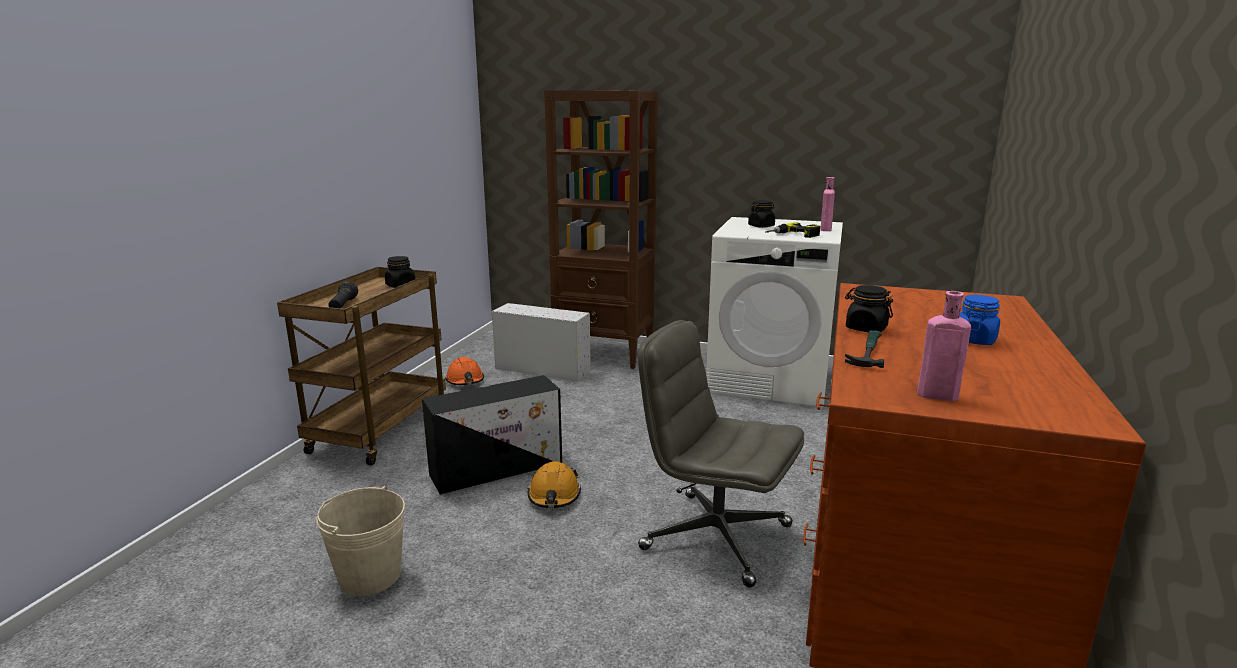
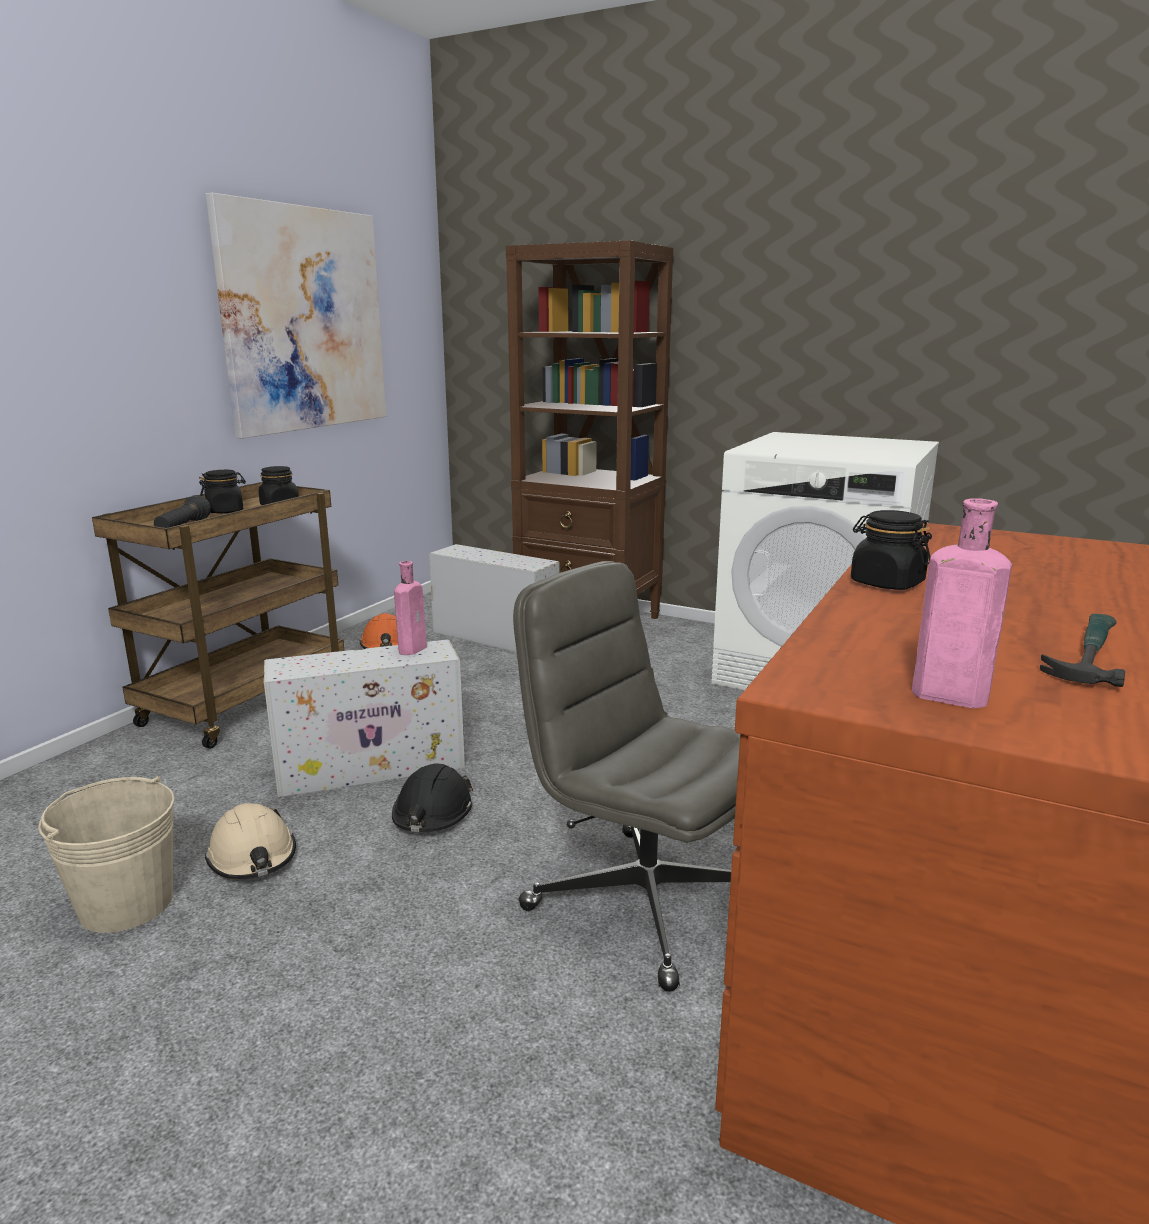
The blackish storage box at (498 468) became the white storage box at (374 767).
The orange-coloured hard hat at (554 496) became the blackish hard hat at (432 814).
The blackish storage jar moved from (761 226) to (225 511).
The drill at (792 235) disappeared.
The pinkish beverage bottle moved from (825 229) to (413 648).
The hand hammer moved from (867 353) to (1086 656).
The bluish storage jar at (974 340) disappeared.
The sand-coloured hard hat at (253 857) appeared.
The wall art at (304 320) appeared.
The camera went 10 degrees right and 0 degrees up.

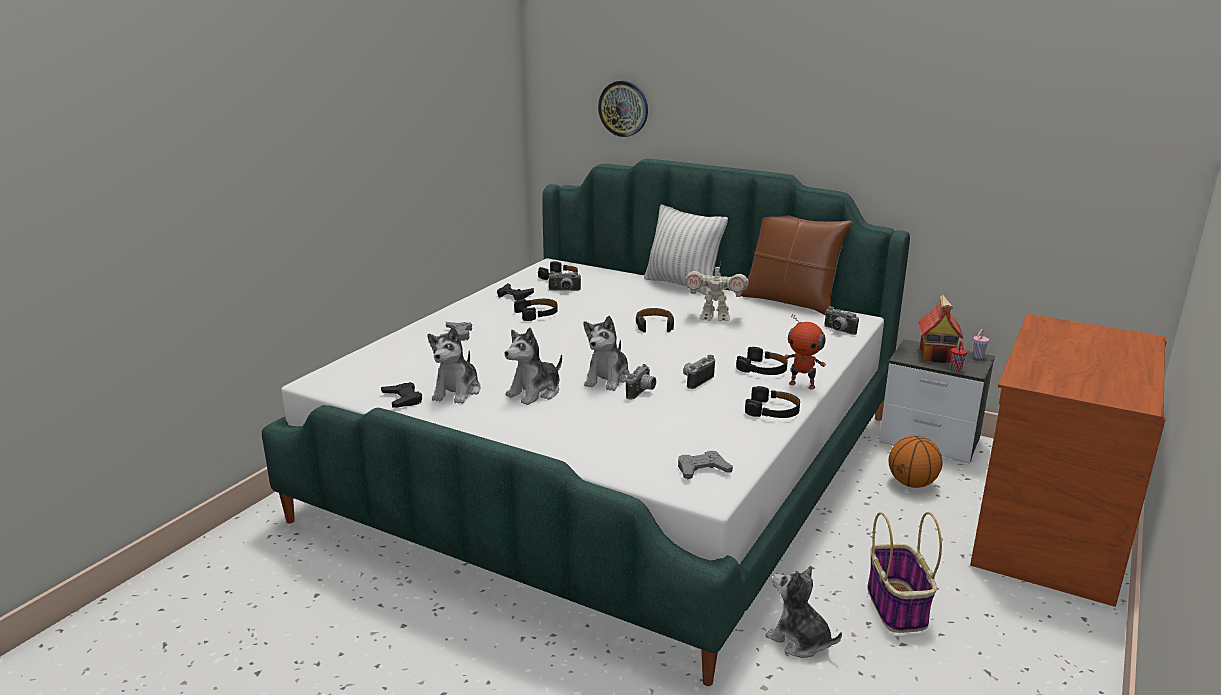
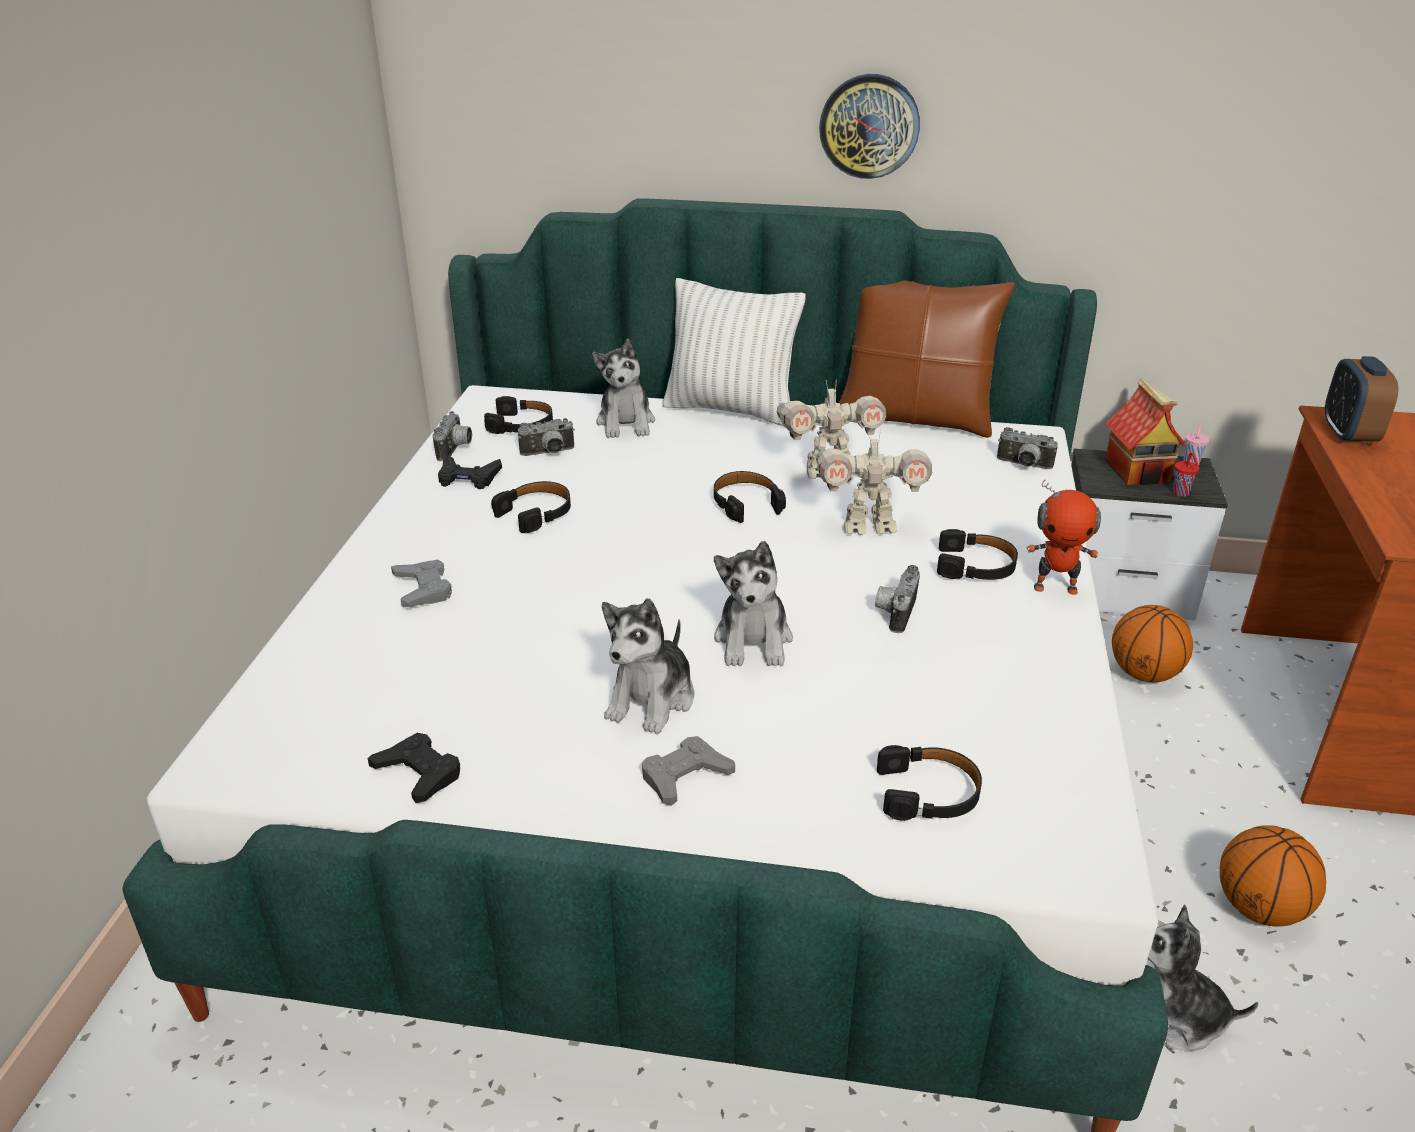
The plush toy moved from (457 391) to (626 423).
The hanging clock moved from (623 108) to (869 126).
The photo camera moved from (642 392) to (456 449).
The greyish joypad moved from (702 470) to (685 776).
The blackish headphones moved from (773 411) to (928 793).
The household basket at (897 607) was replaced by the basketball at (1260 909).
The toy robot at (868 526) appeared.
The bedside clock at (1348 434) appeared.
The camera went 20 degrees left and 10 degrees up.

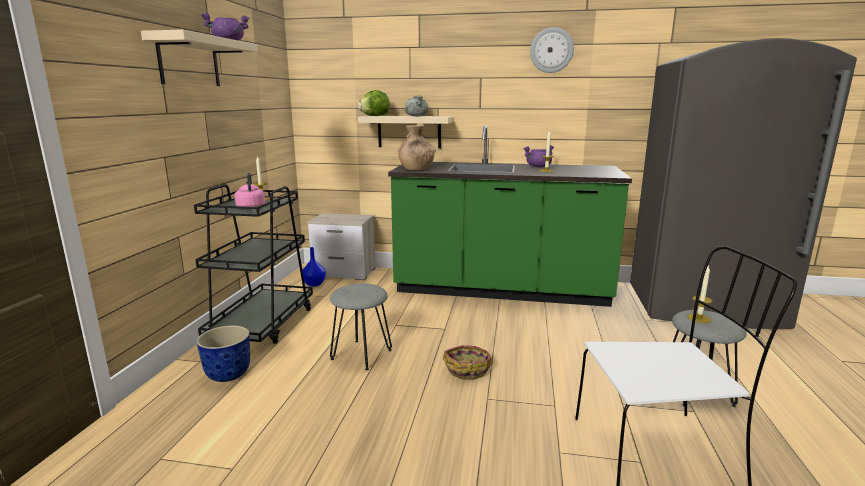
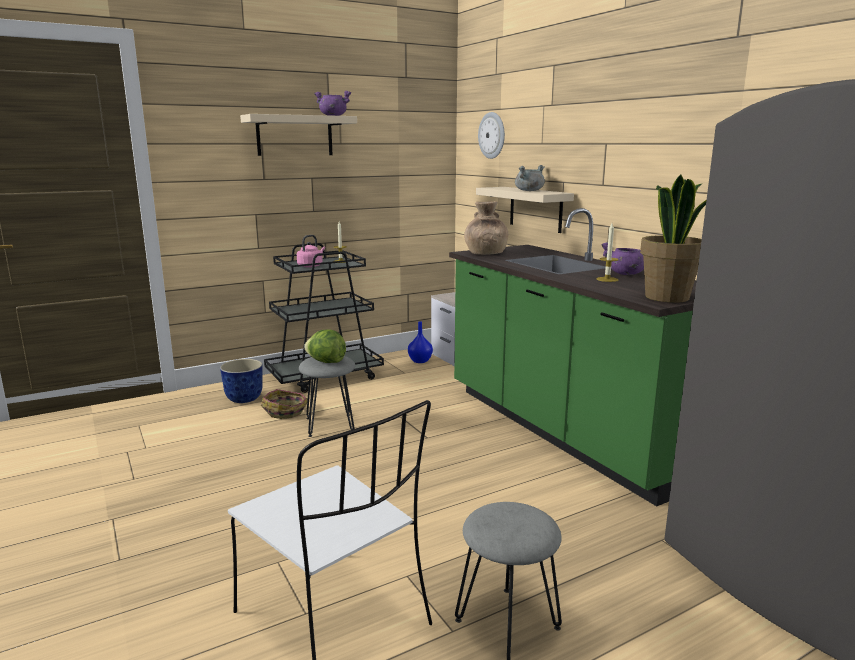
The head of lettuce moved from (374 116) to (326 362).
The household basket moved from (467 369) to (286 411).
The hanging clock moved from (551 50) to (492 135).
The wax light at (699 318) disappeared.
The houseplant at (668 297) appeared.
The camera went 50 degrees right and 0 degrees up.

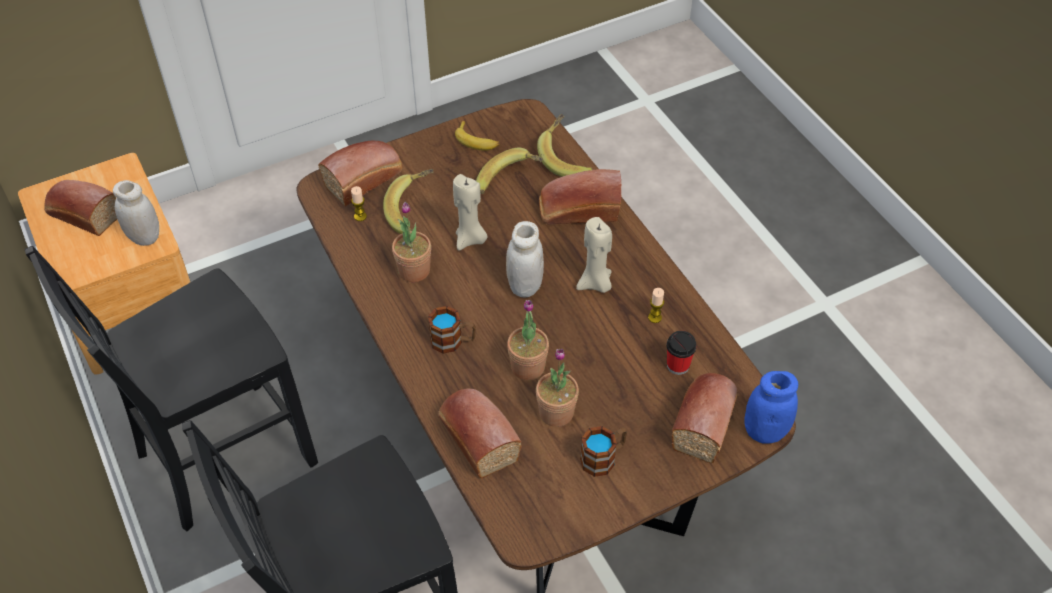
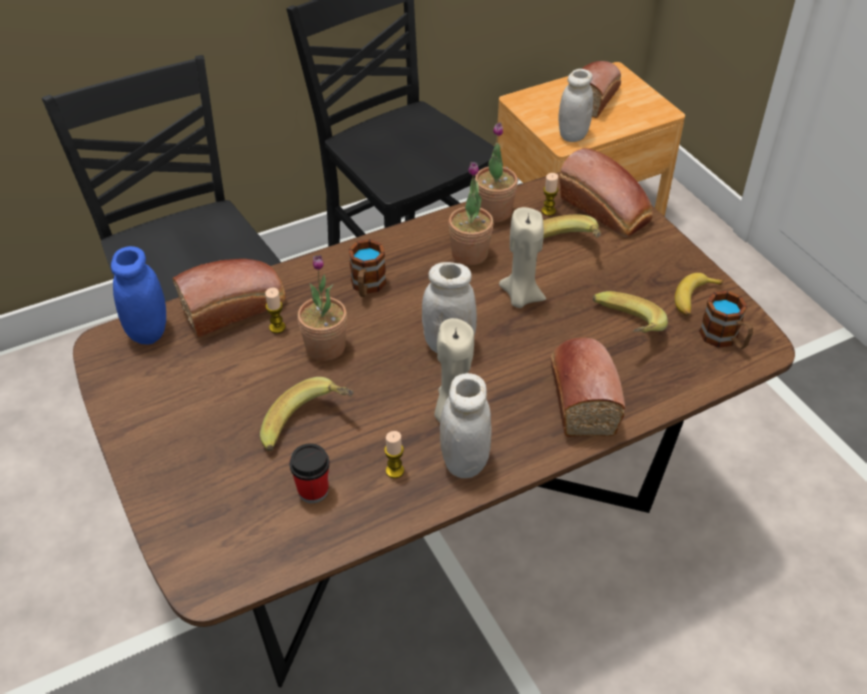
The houseplant moved from (556 412) to (494 212).
The whole banana moved from (566 159) to (309 428).
The coffee mug moved from (603 458) to (724 339).
The bread at (704 422) disappeared.
The bluish storage jar moved from (764 431) to (148 331).
The wax light at (277 327) appeared.
The white storage jar at (464 461) appeared.
The camera went 90 degrees right and 5 degrees down.

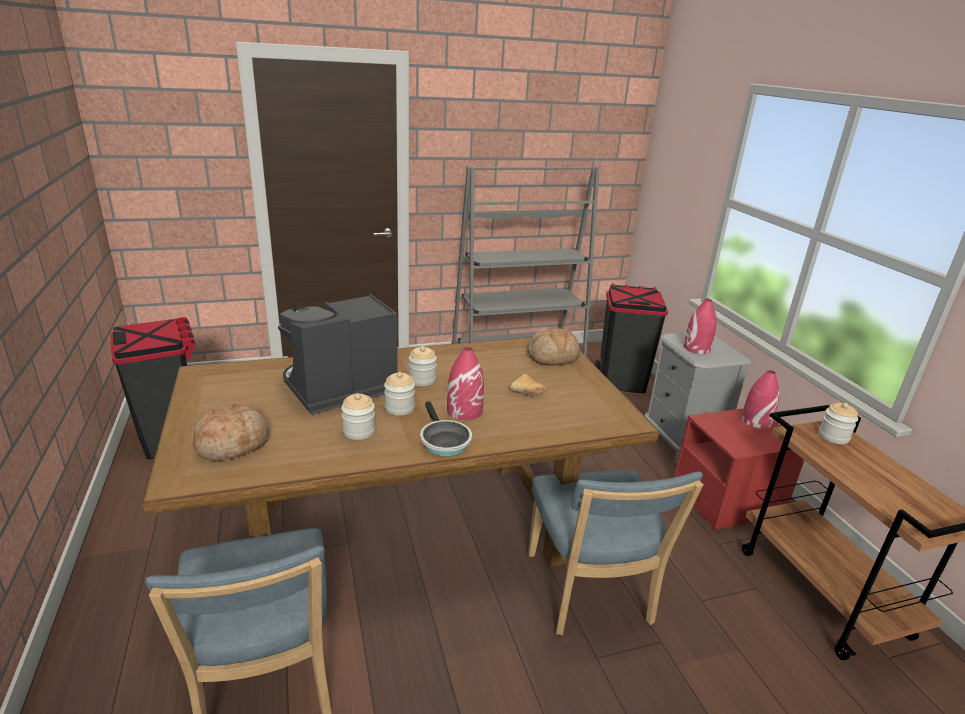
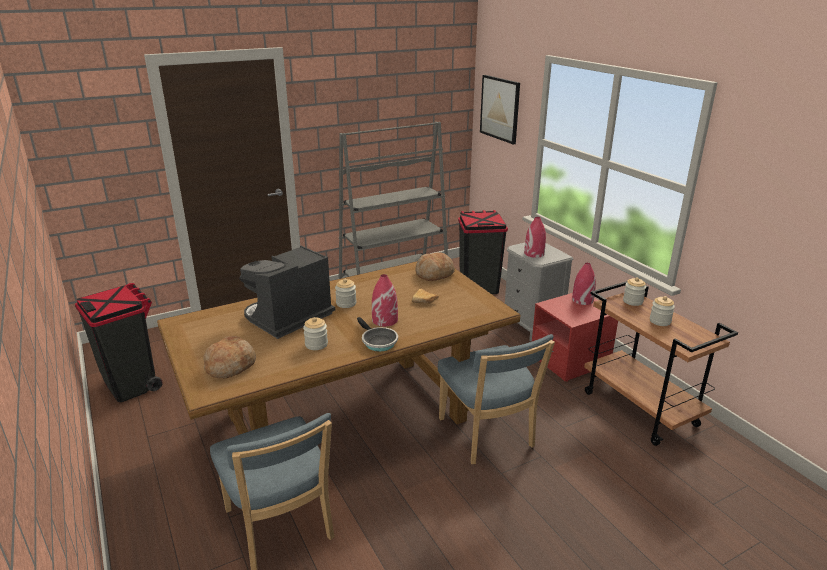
The storage jar moved from (399 408) to (660 321).
The wall art at (500 108) appeared.
The camera went 10 degrees left and 0 degrees up.

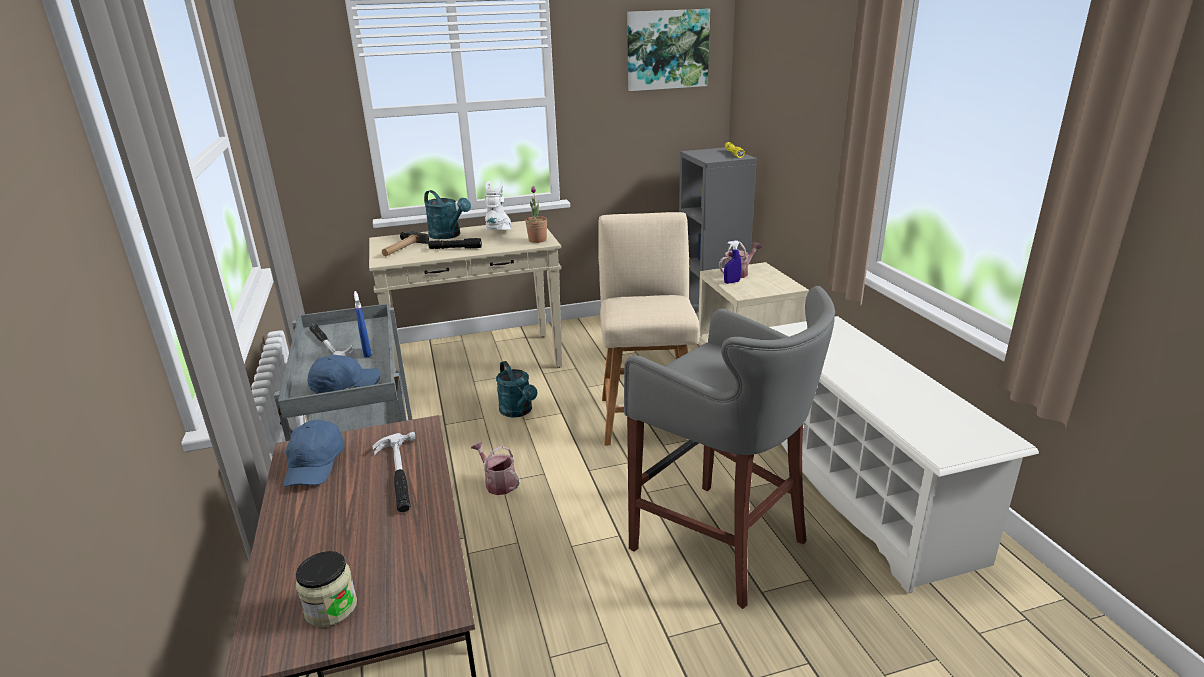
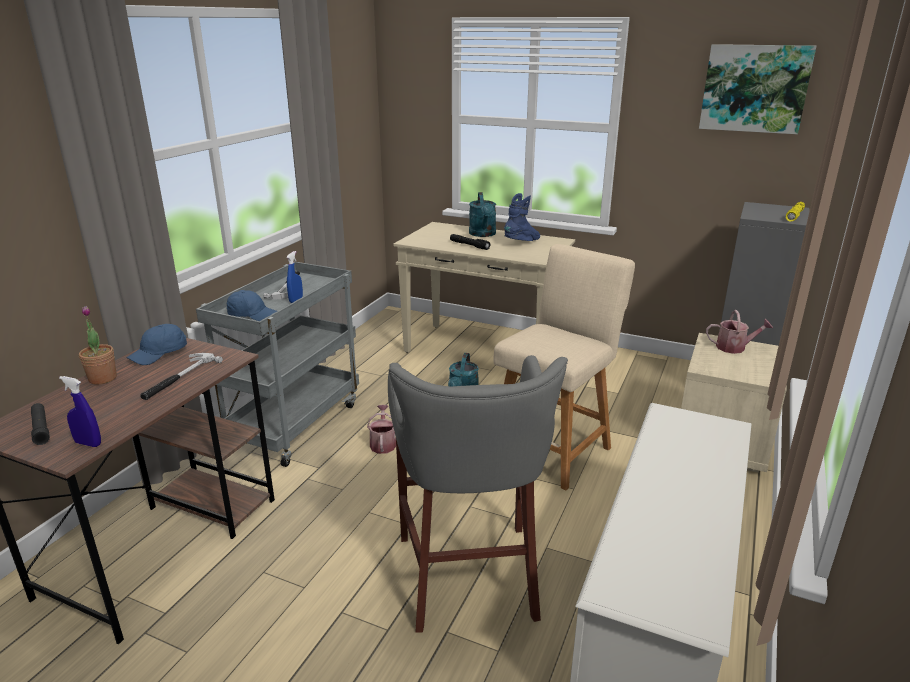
The storage jar at (331 608) was replaced by the blackish hand torch at (41 428).
The hand hammer at (403 248) disappeared.
The white tall boot at (500 233) became the bluish tall boot at (522 242).
The houseplant moved from (537 240) to (103 378).
The bluish hand sprayer moved from (732 282) to (88 443).
The camera went 40 degrees right and 0 degrees up.

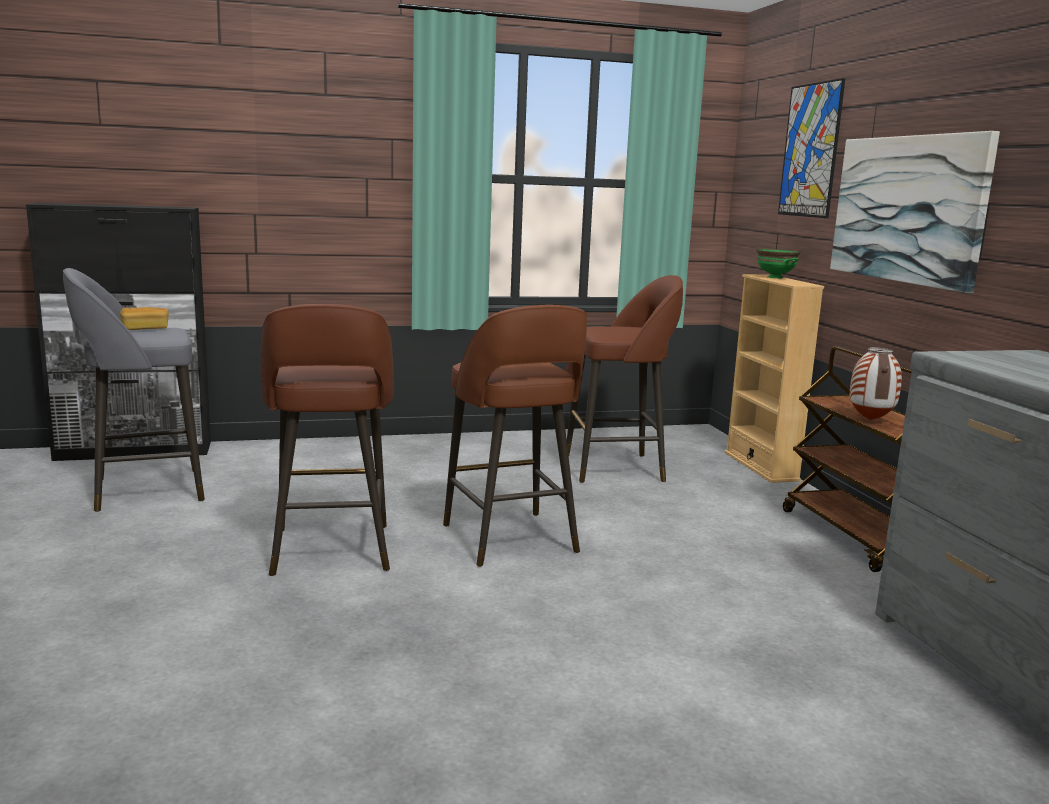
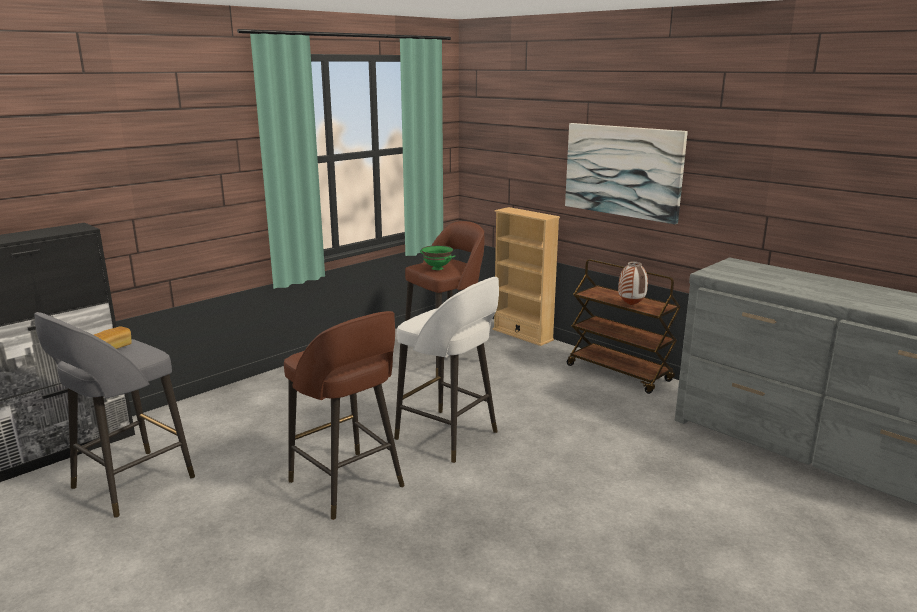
The brown-coloured stool seat at (511 540) became the white stool seat at (449 436).
The greenish deep dish moved from (775 277) to (437 268).
The wall art at (810 150) disappeared.
The camera went 30 degrees left and 5 degrees up.

